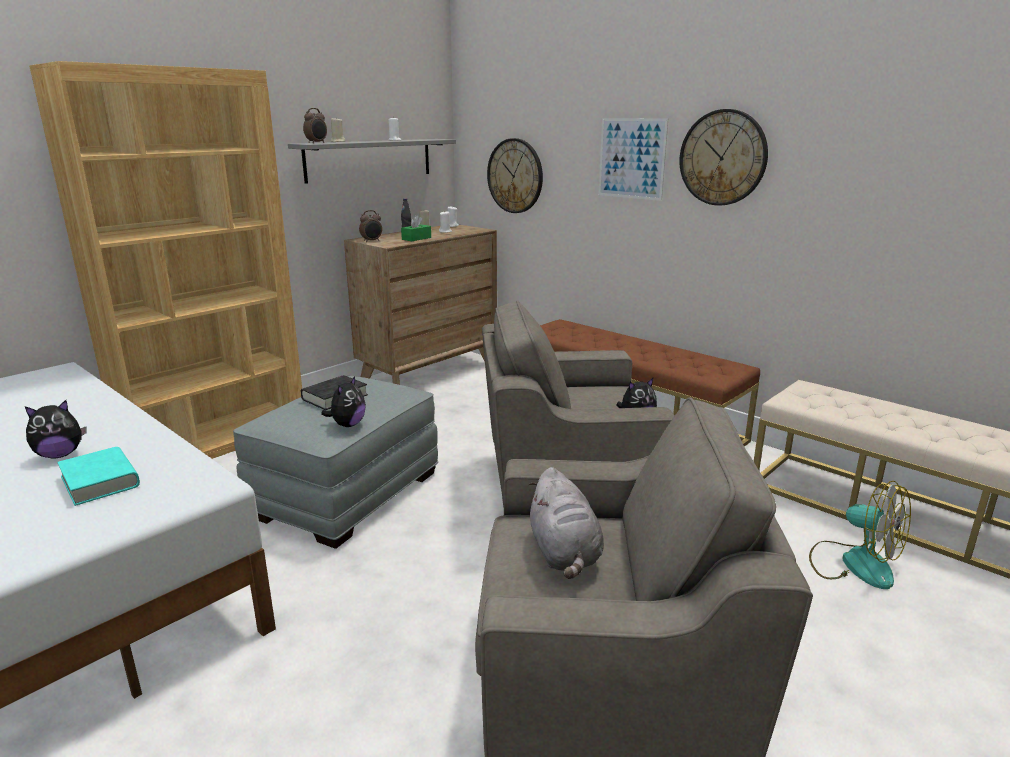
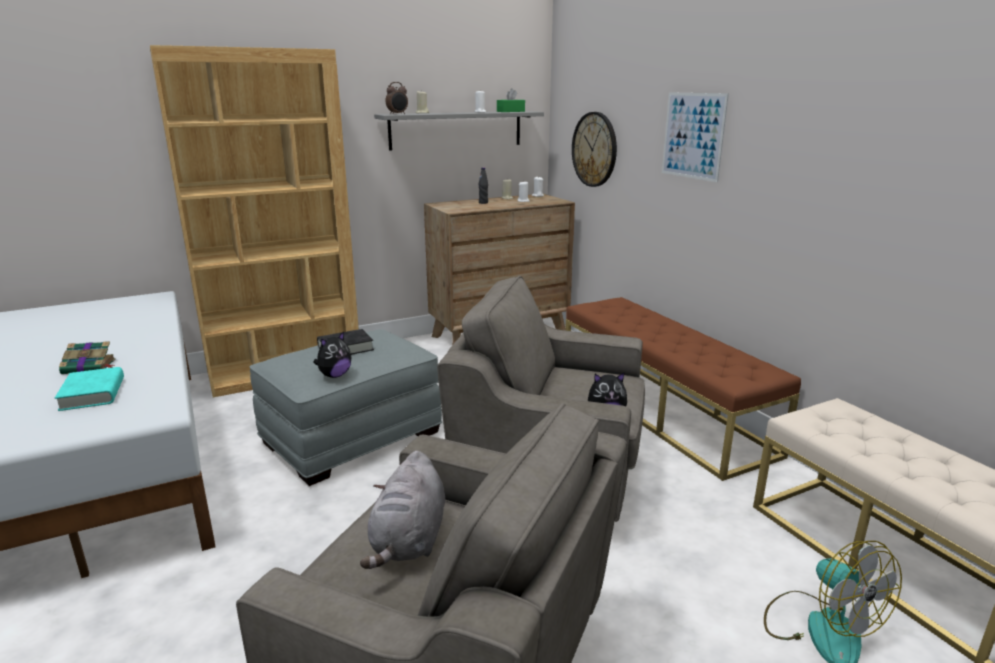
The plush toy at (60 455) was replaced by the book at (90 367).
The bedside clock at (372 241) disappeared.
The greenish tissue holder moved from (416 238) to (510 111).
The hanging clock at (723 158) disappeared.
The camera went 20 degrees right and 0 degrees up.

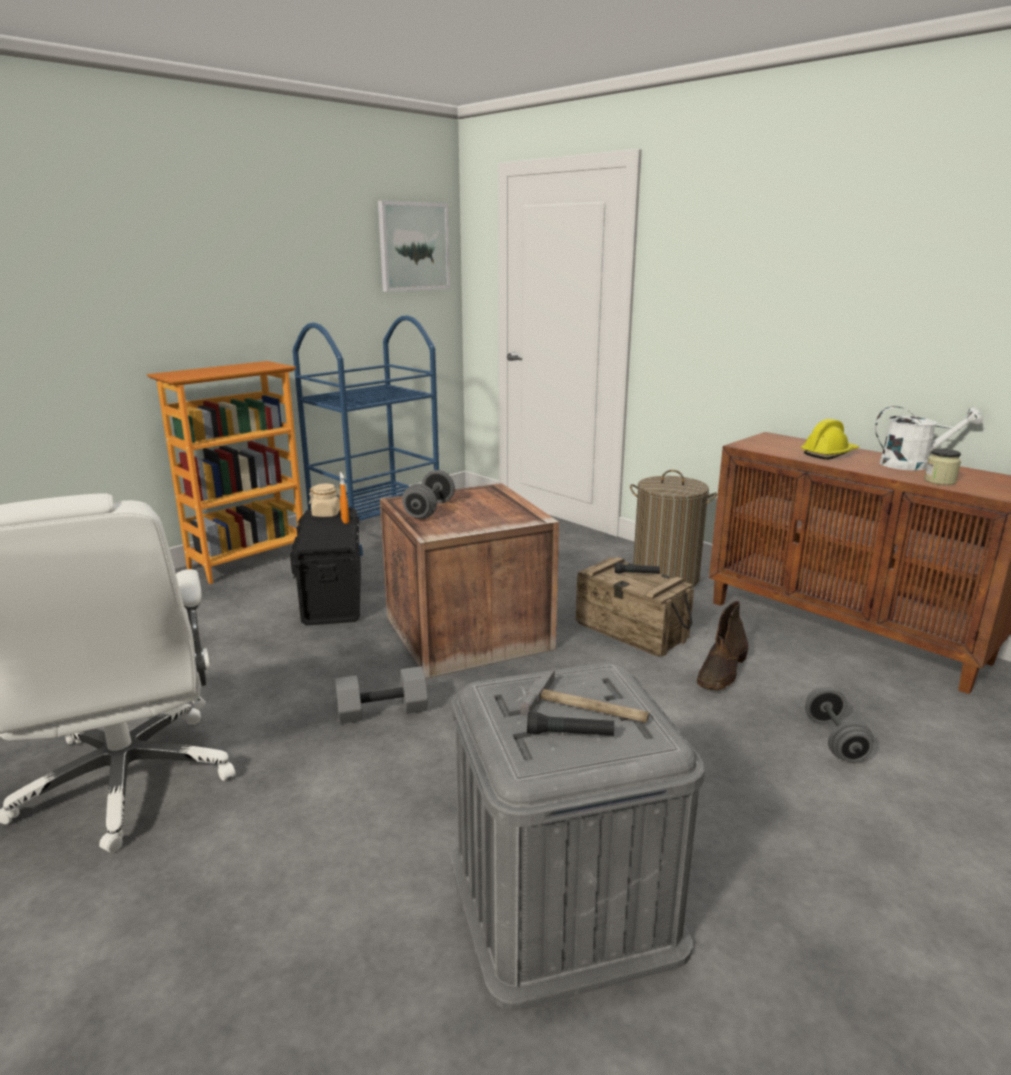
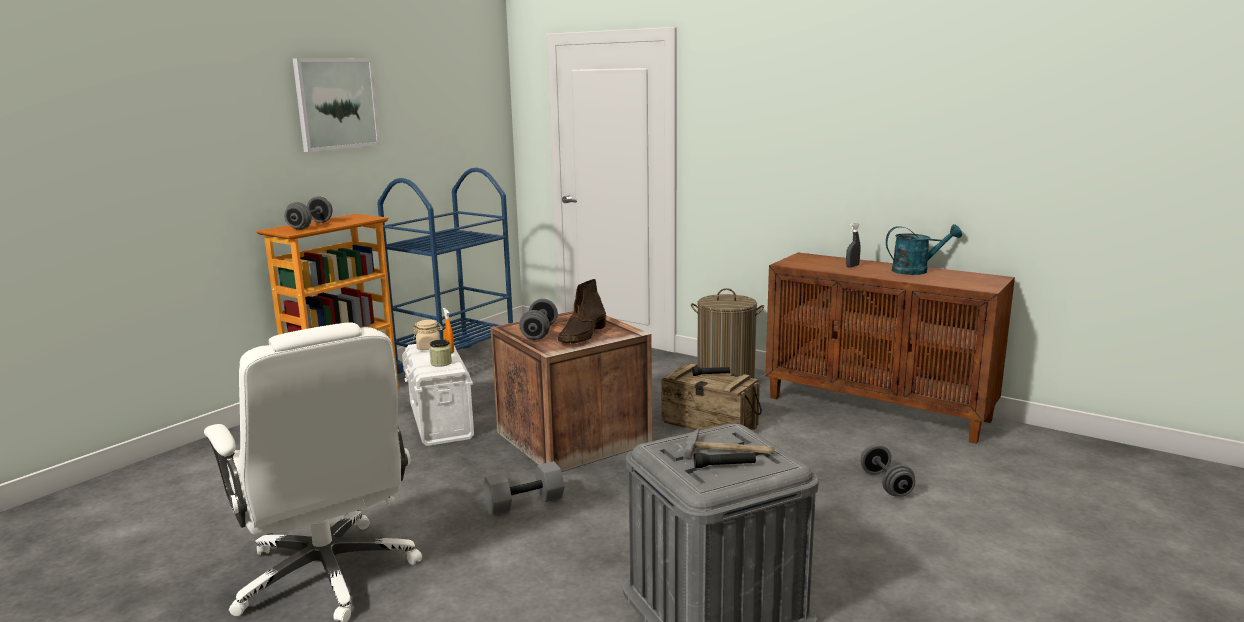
The blackish storage box at (333 597) became the white storage box at (440 422).
The wall art moved from (413 246) to (336 104).
The brown-coloured tall boot moved from (722 672) to (582 335).
The yellowish hard hat at (829 454) was replaced by the greyish hand sprayer at (852 266).
The white watering can at (913 465) became the blue-green watering can at (916 270).
The storage jar moved from (939 481) to (441 363).
The greyish free weight at (310 226) appeared.
The camera went 10 degrees left and 5 degrees down.

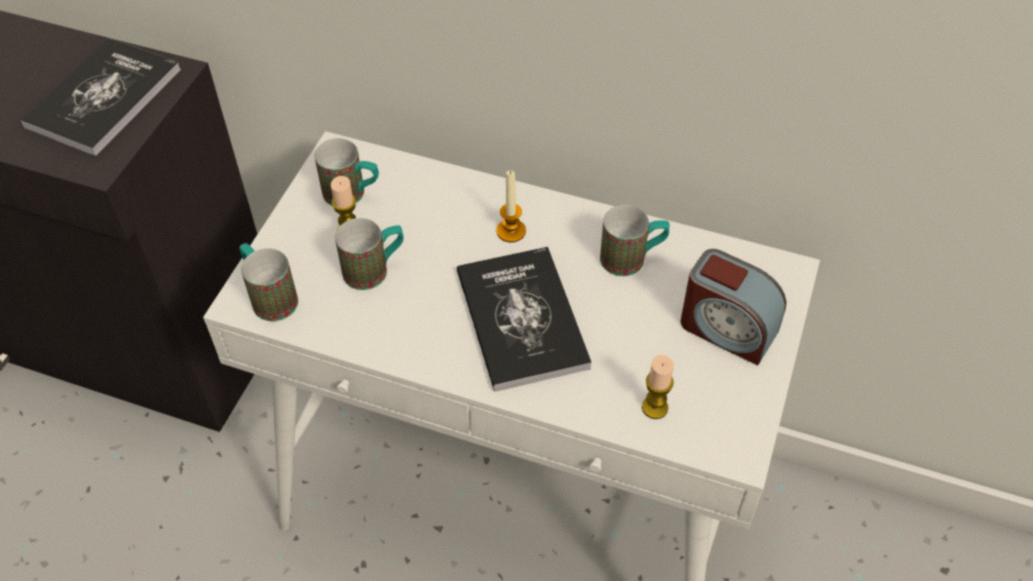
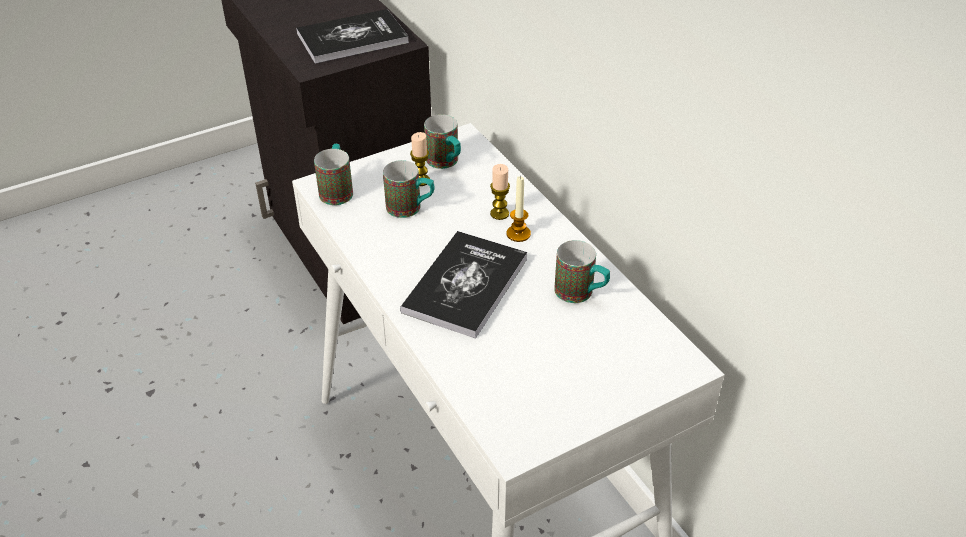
The wax light moved from (654 407) to (499 214).
The bedside clock at (727 329) disappeared.
The camera went 40 degrees right and 10 degrees down.

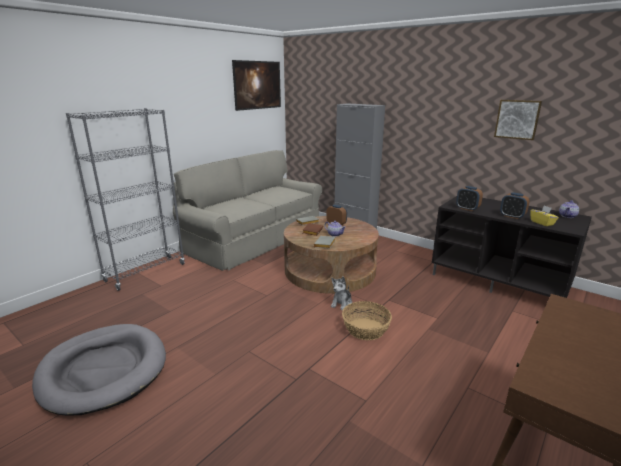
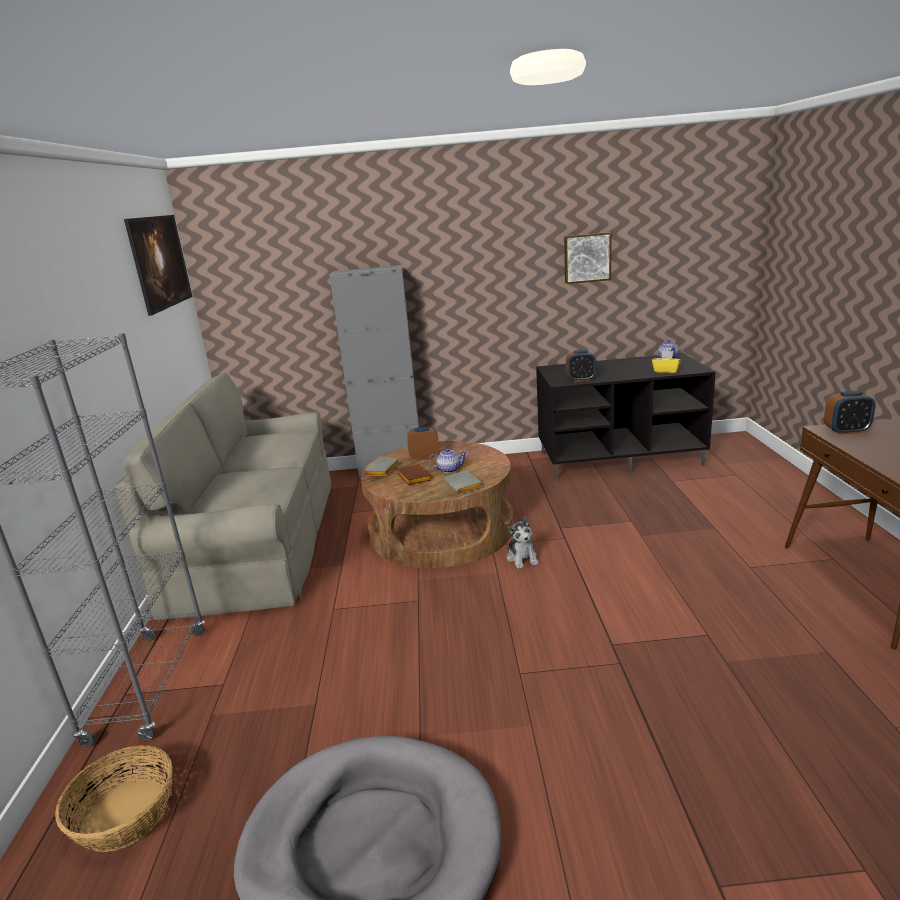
The household basket moved from (365 329) to (125 816).
The bedside clock moved from (512 216) to (846 431).
The camera went 40 degrees left and 0 degrees up.

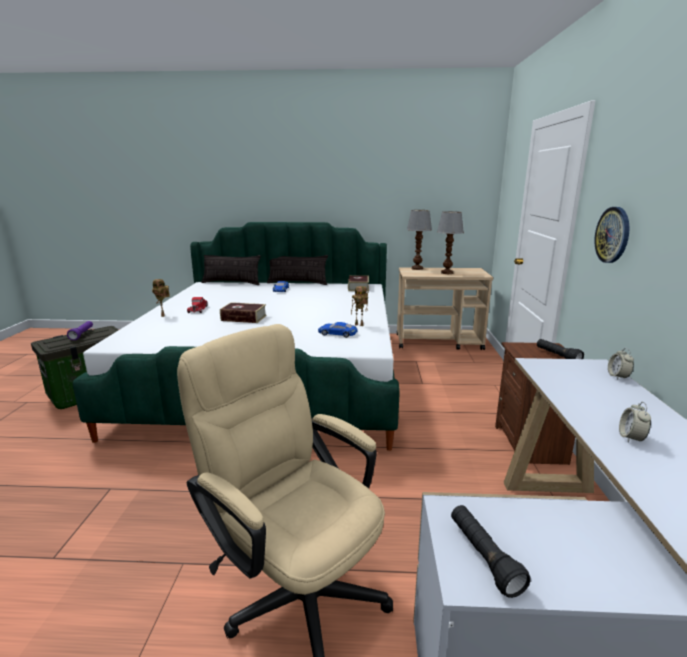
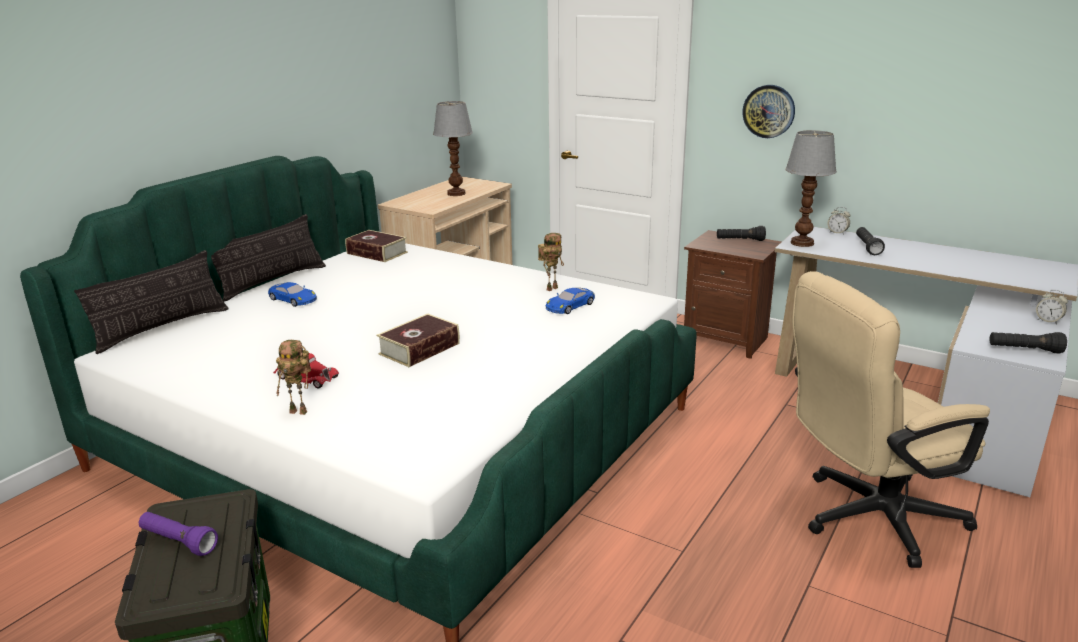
The table lamp moved from (416 268) to (801 243).
The bedside clock moved from (631 438) to (1048 321).
The blackish hand torch at (867 247) appeared.
The camera went 60 degrees left and 5 degrees up.

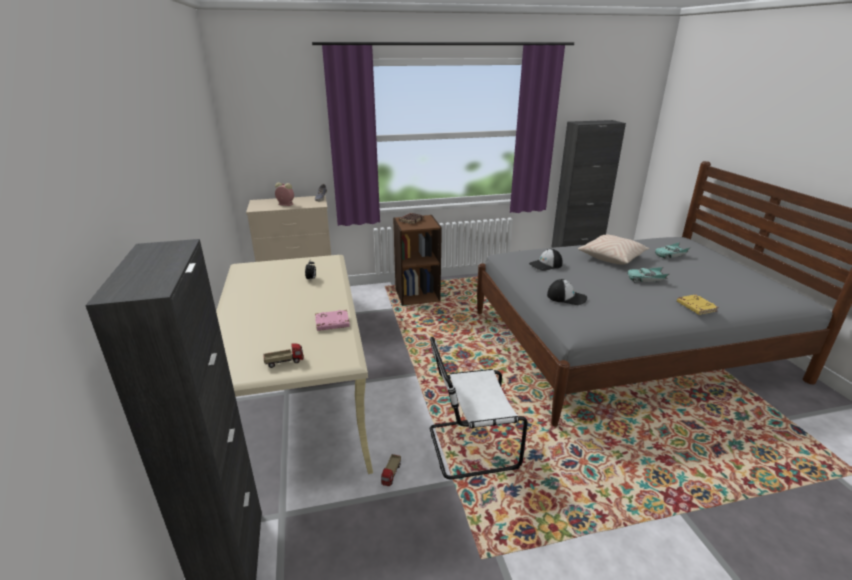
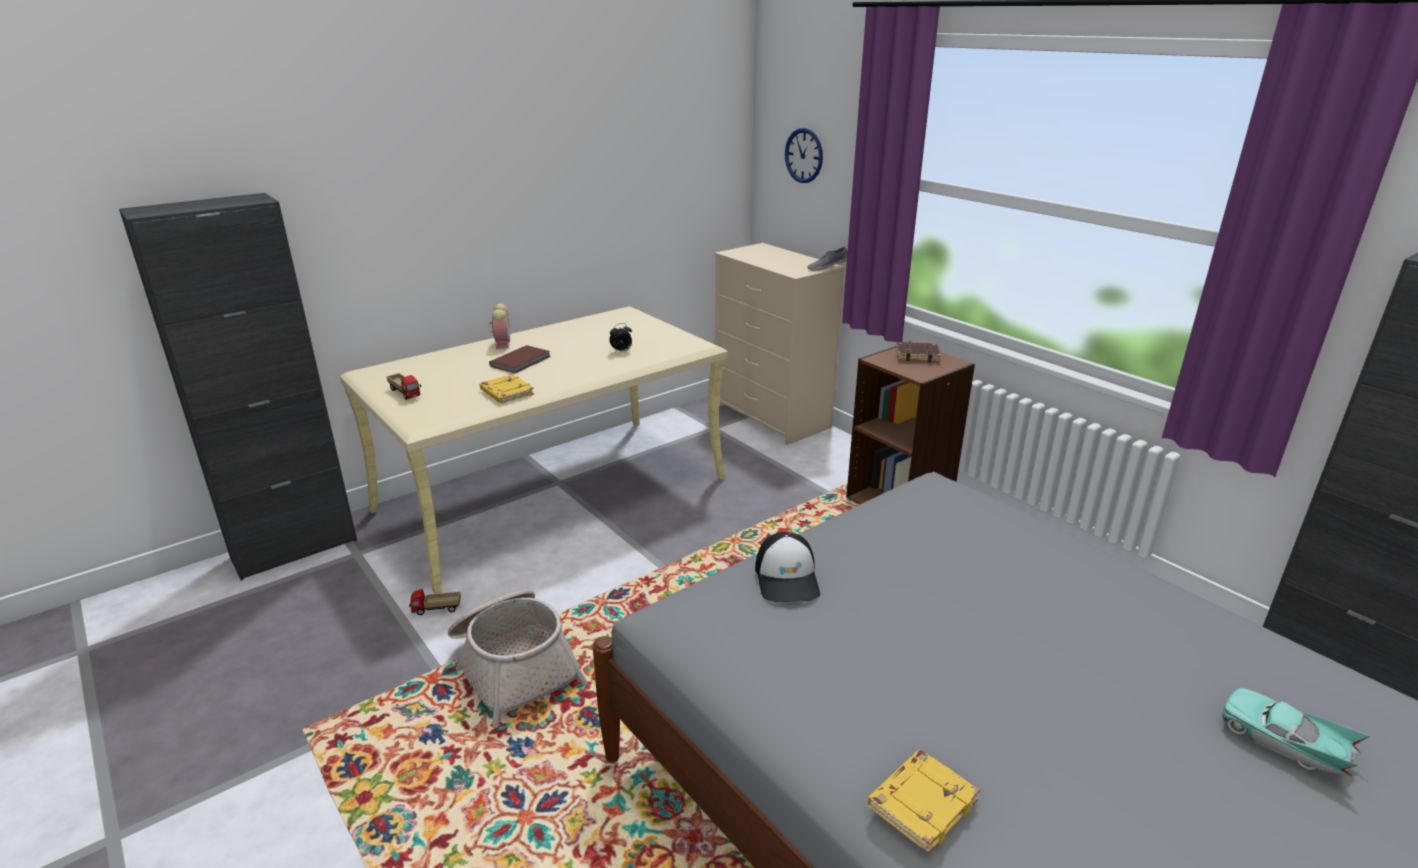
The bedside clock moved from (285 204) to (502 343).
The pinkish book at (332 323) became the yellowish book at (506 393).
The white upright chair at (469 447) was replaced by the household basket at (514 666).
The peaked cap at (545 265) disappeared.
The sand-coloured cushion at (612 257) disappeared.
The blue-green model car at (646 279) disappeared.
The brown-coloured book at (522 361) appeared.
The hanging clock at (804 155) appeared.
The camera went 65 degrees right and 0 degrees up.

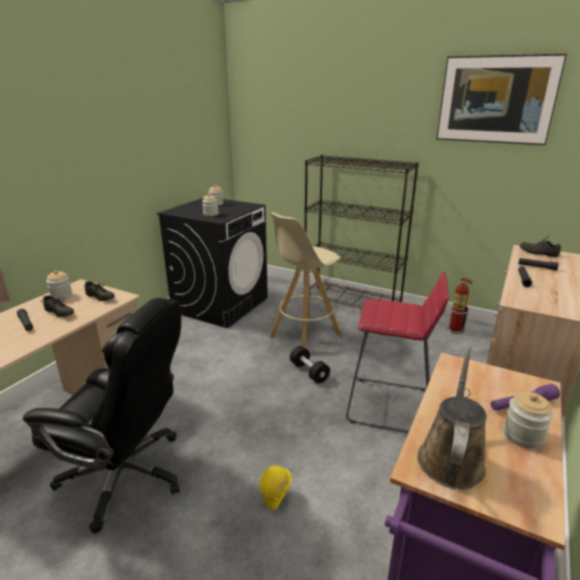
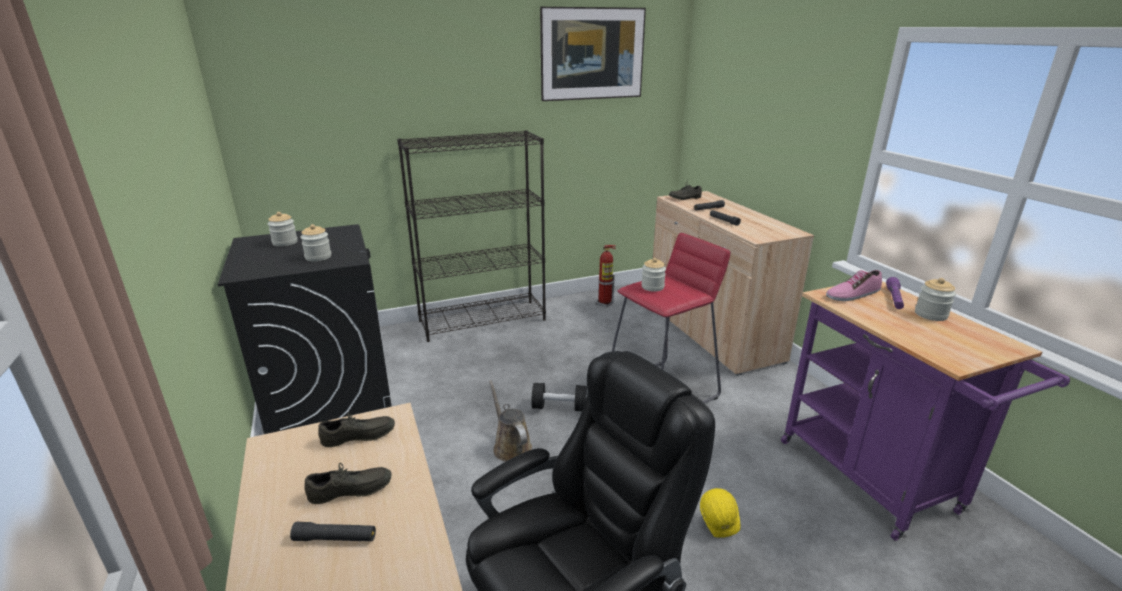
The storage jar moved from (61 296) to (652 287).
The sand-coloured stool seat at (304 336) disappeared.
The brown-coloured watering can moved from (451 457) to (510 446).
The low shoe at (852 294) appeared.
The camera went 50 degrees left and 0 degrees up.

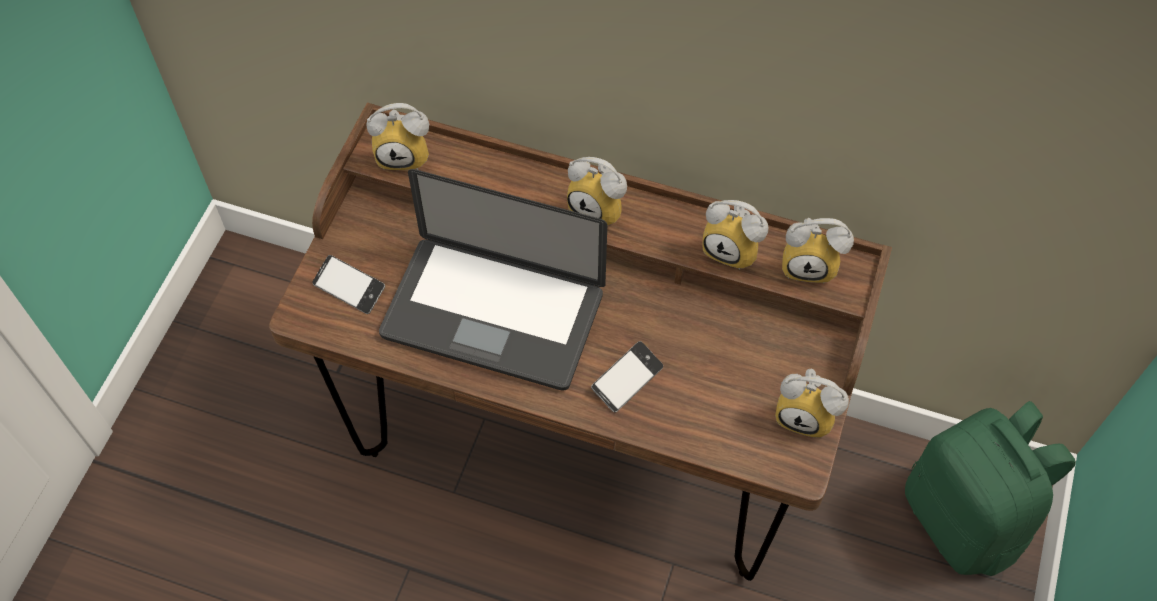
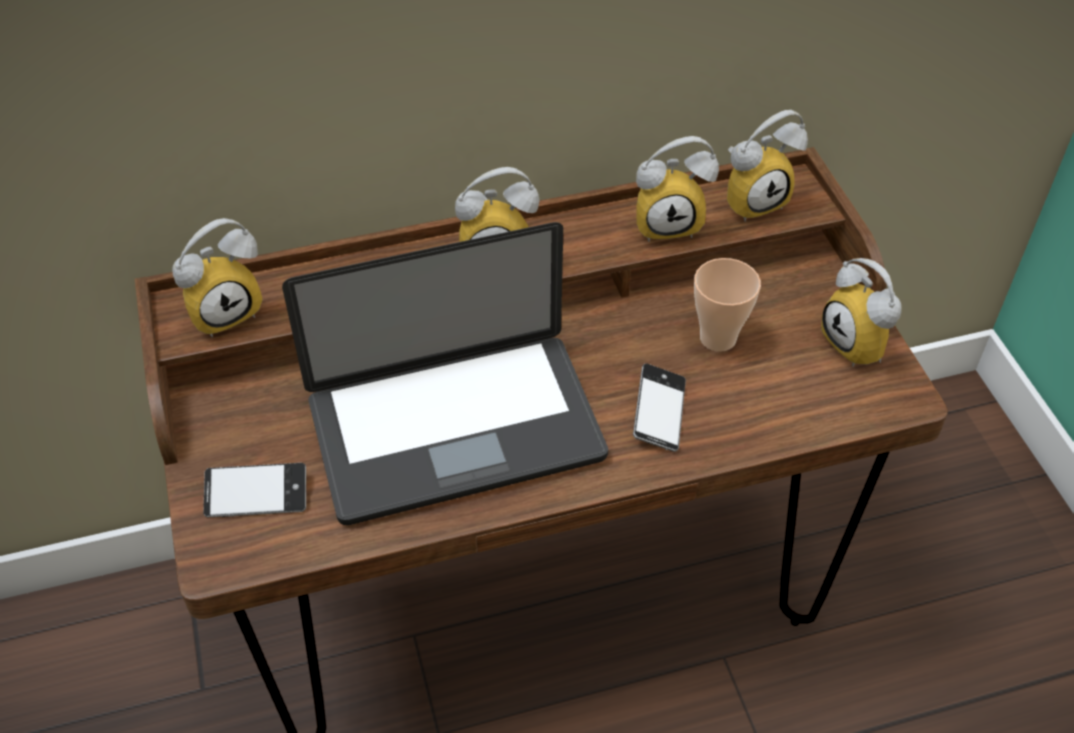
The bedside clock at (807 414) turned 75 degrees clockwise.
The greenish backpack at (965 519) disappeared.
The drinking cup at (718 338) appeared.
The camera went 35 degrees left and 10 degrees down.

